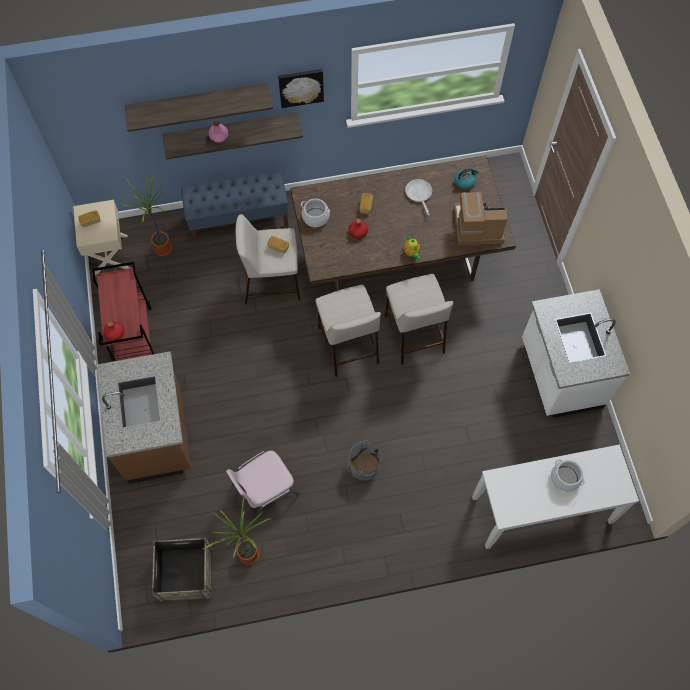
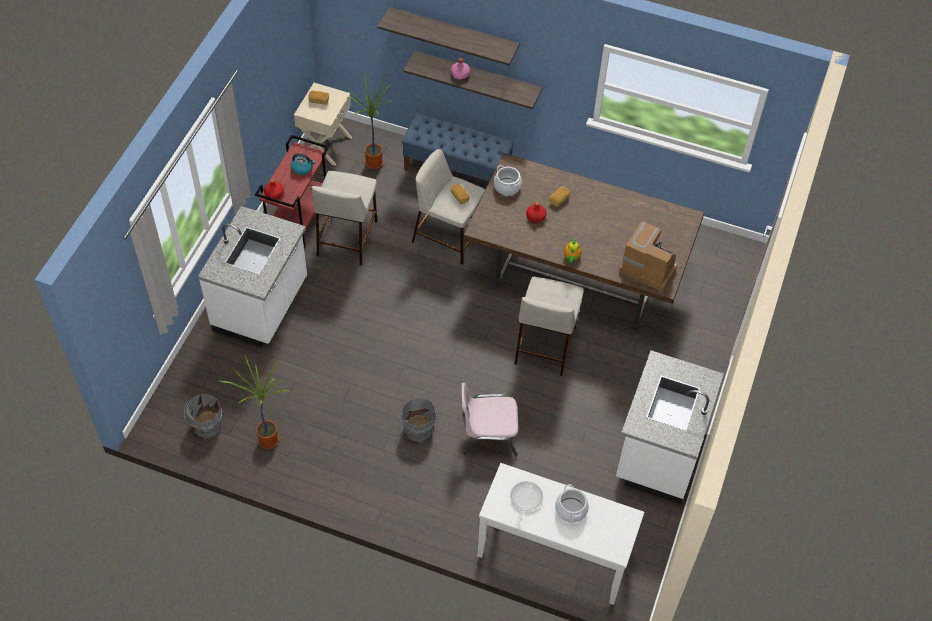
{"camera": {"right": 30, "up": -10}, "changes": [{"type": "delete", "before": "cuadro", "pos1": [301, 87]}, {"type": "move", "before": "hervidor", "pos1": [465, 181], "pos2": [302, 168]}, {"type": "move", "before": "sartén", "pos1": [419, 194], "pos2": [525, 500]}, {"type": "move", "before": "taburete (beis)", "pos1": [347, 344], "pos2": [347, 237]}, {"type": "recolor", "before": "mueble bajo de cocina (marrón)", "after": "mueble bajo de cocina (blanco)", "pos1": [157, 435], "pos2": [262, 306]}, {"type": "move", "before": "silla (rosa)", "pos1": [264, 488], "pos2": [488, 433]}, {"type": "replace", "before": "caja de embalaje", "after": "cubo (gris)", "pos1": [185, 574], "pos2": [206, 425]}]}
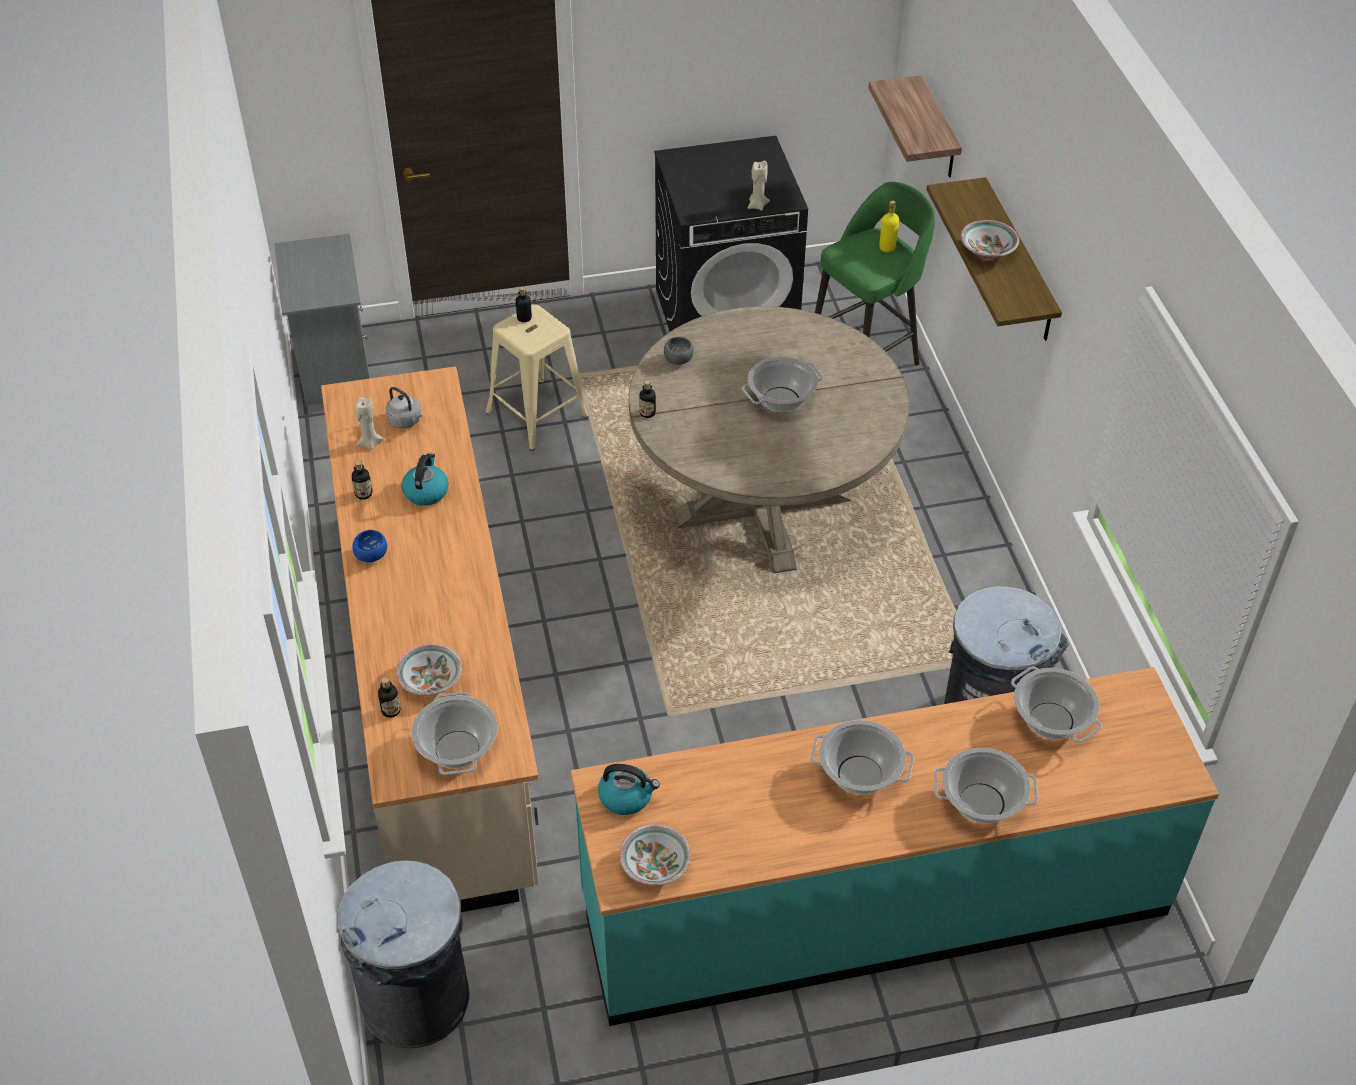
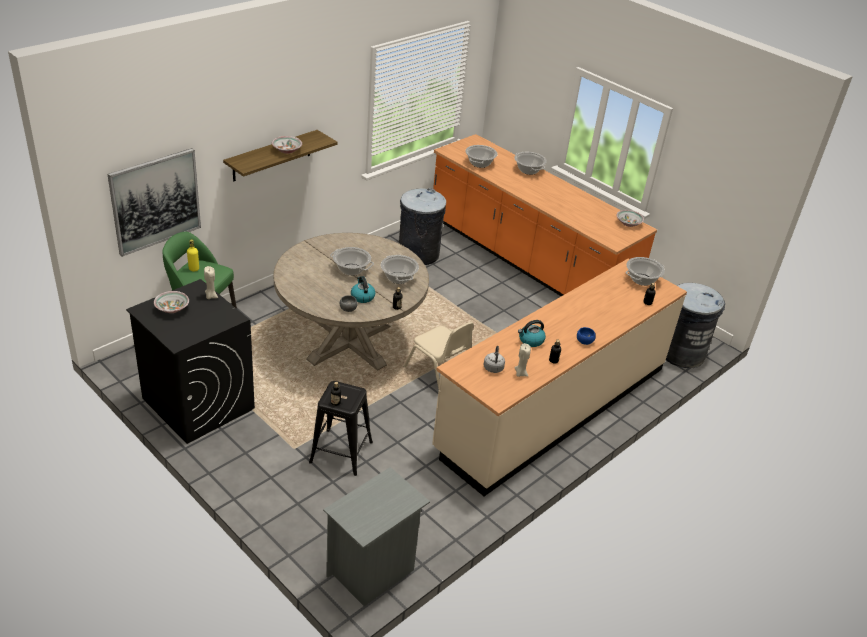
{"camera": {"right": -125, "up": -10}, "changes": [{"type": "replace", "before": "estante", "after": "cuadro", "pos1": [938, 130], "pos2": [155, 201]}, {"type": "recolor", "before": "taburete (beis)", "after": "taburete (negro)", "pos1": [537, 414], "pos2": [341, 452]}, {"type": "move", "before": "cuenco", "pos1": [430, 681], "pos2": [172, 308]}, {"type": "recolor", "before": "mueble bajo de cocina (turquesa)", "after": "mueble bajo de cocina (naranja)", "pos1": [873, 904], "pos2": [527, 261]}, {"type": "move", "before": "olla", "pos1": [859, 775], "pos2": [399, 278]}, {"type": "move", "before": "hervidor", "pos1": [626, 796], "pos2": [362, 297]}, {"type": "insert", "after": "silla (beis)", "pos2": [438, 373]}]}
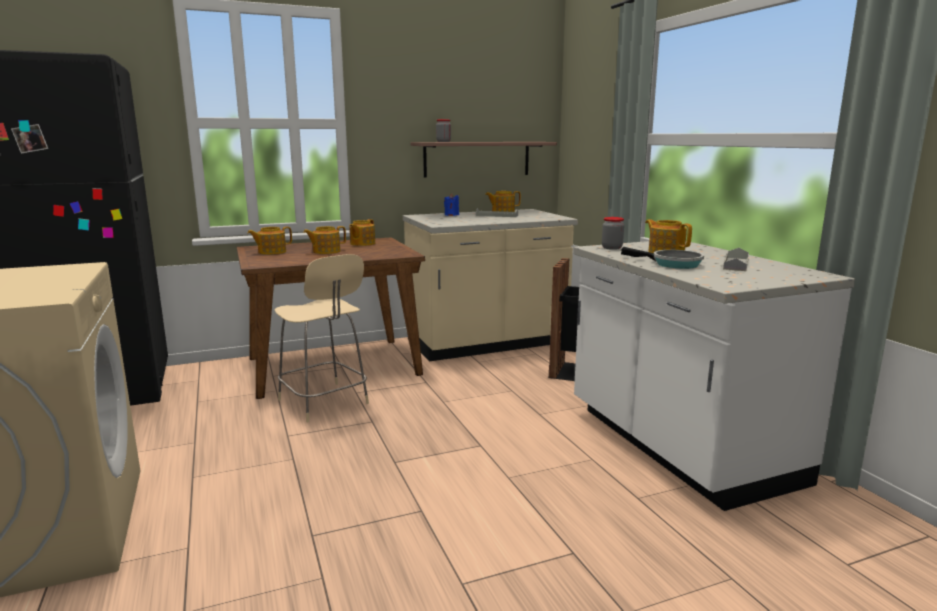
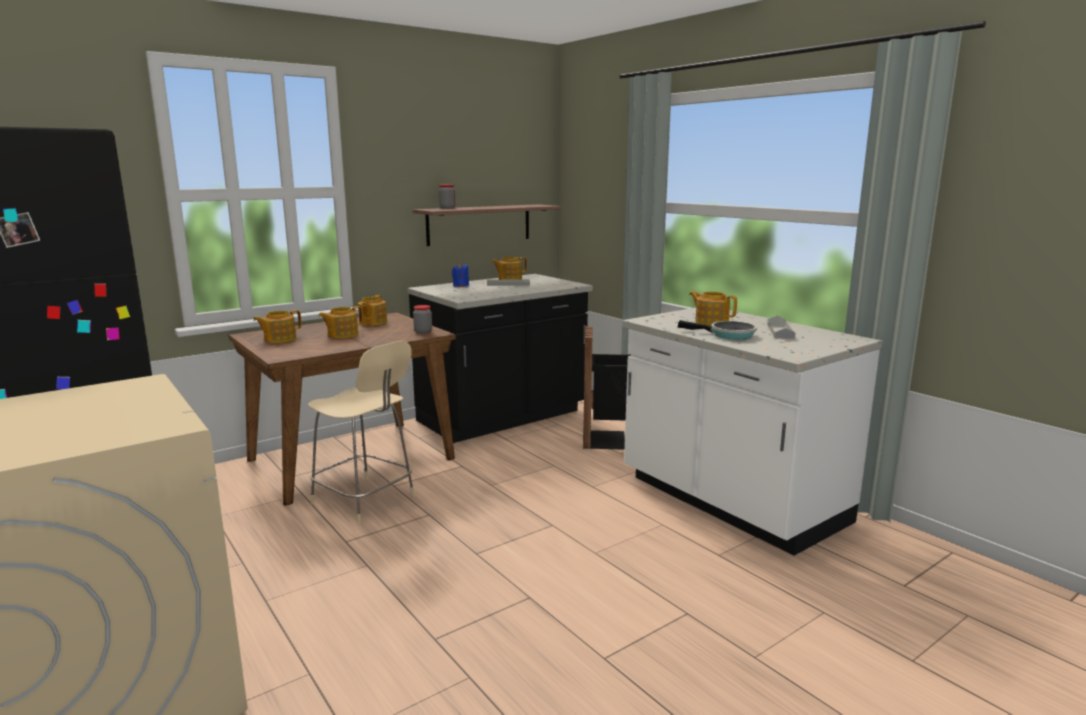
{"camera": {"right": -15, "up": 0}, "changes": [{"type": "recolor", "before": "mueble bajo de cocina (beis)", "after": "mueble bajo de cocina (negro)", "pos1": [487, 343], "pos2": [503, 417]}, {"type": "move", "before": "tarro", "pos1": [611, 248], "pos2": [423, 332]}]}
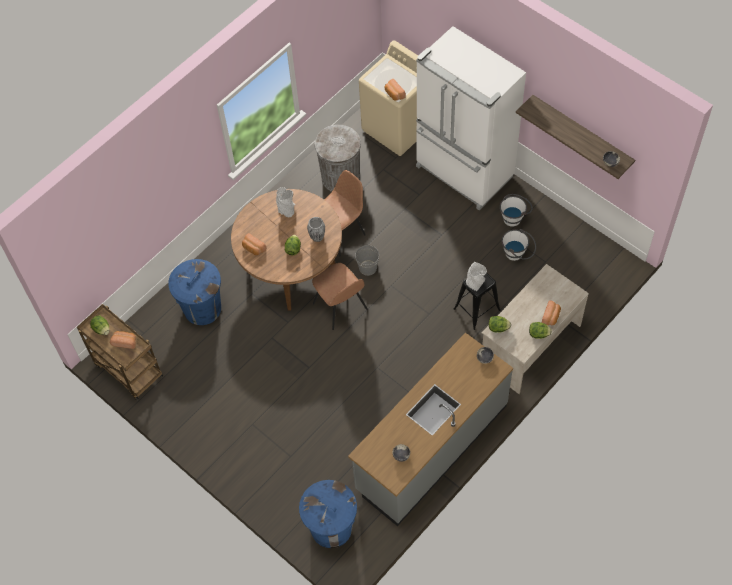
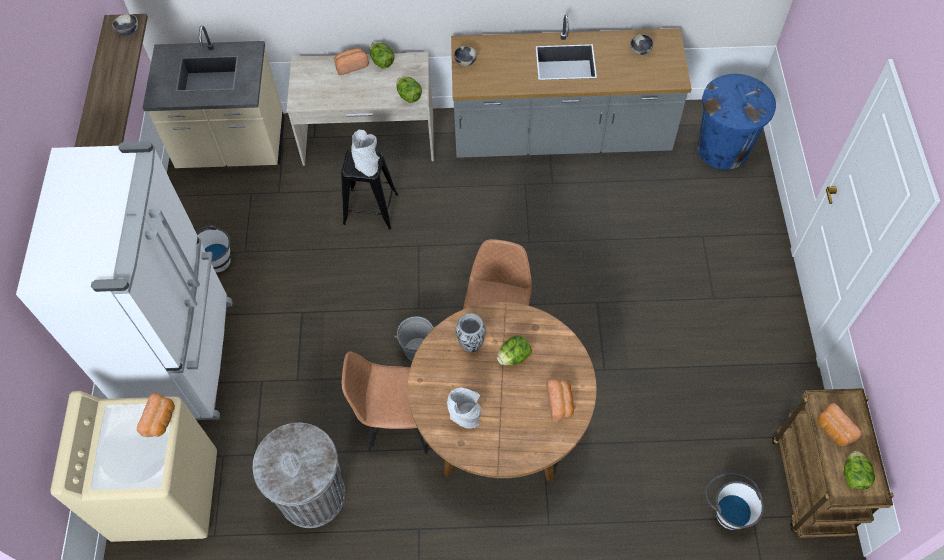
{"camera": {"right": -135, "up": 0}, "changes": [{"type": "move", "before": "cubo (blanco)", "pos1": [517, 254], "pos2": [727, 508]}, {"type": "delete", "before": "papelera (azul)", "pos1": [202, 308]}, {"type": "insert", "after": "mueble bajo de cocina (beis)", "pos2": [232, 147]}]}
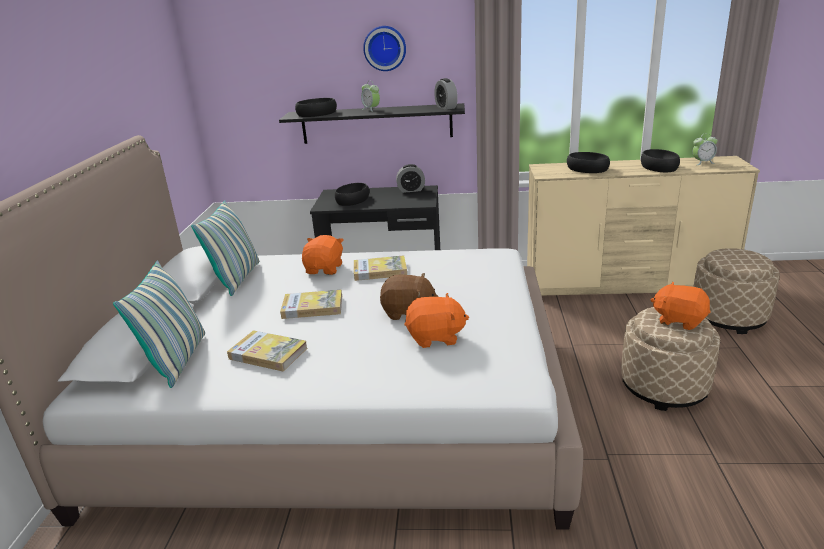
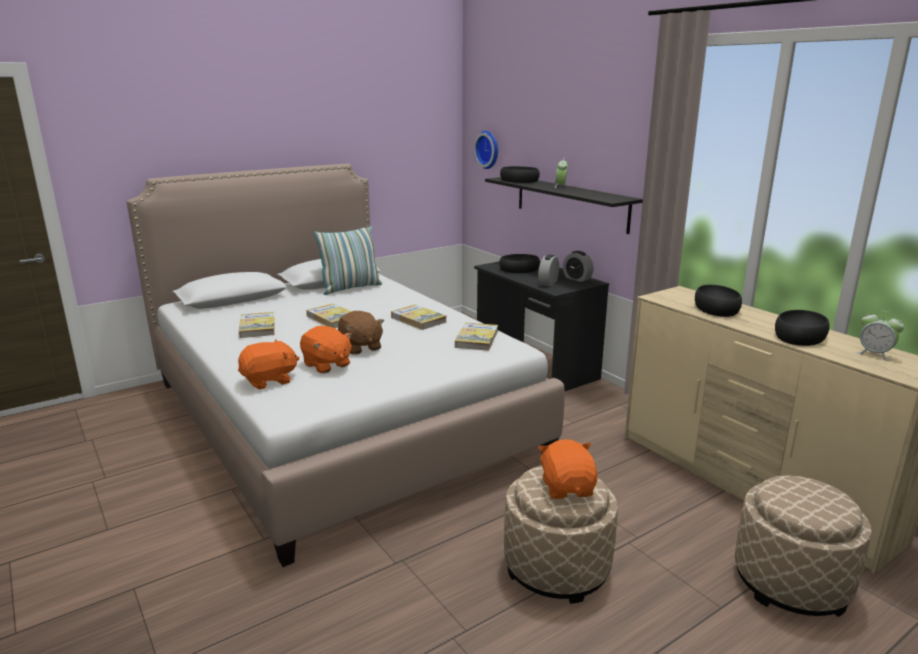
{"camera": {"right": 50, "up": -5}, "changes": [{"type": "move", "before": "reloj de pared", "pos1": [385, 48], "pos2": [488, 149]}, {"type": "move", "before": "despertador", "pos1": [446, 107], "pos2": [548, 283]}, {"type": "move", "before": "peluche (naranja)", "pos1": [325, 269], "pos2": [269, 380]}, {"type": "delete", "before": "cojín", "pos1": [177, 360]}, {"type": "insert", "after": "libro", "pos2": [477, 339]}]}
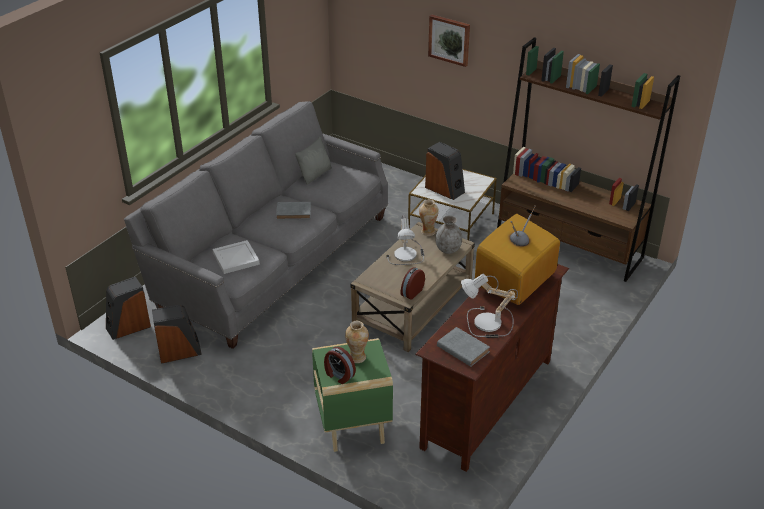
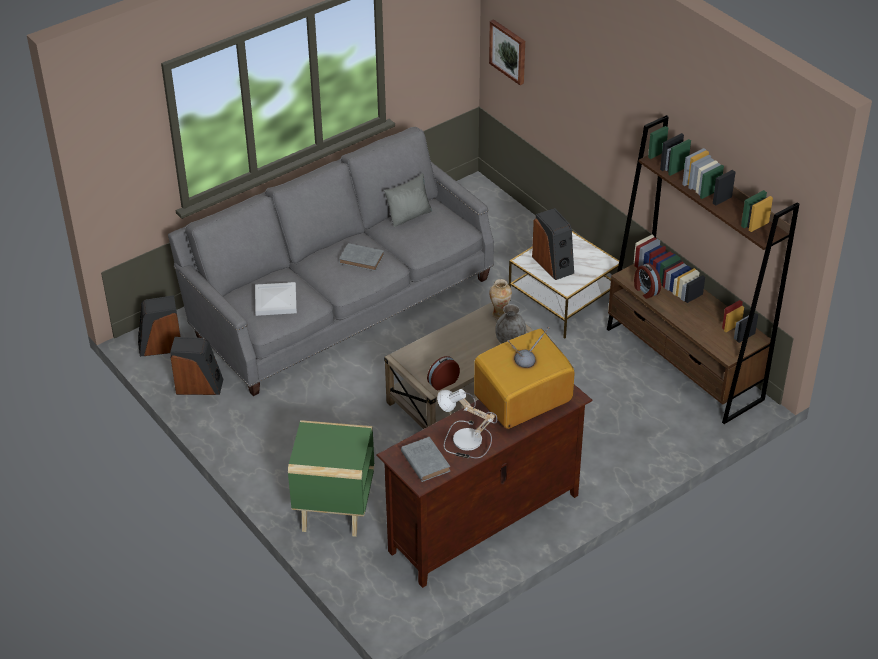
{"camera": {"right": 20, "up": 5}, "changes": [{"type": "move", "before": "cuadro", "pos1": [449, 39], "pos2": [508, 51]}, {"type": "delete", "before": "lámpara de mesa", "pos1": [407, 255]}, {"type": "delete", "before": "florero", "pos1": [357, 357]}, {"type": "move", "before": "despertador", "pos1": [339, 375], "pos2": [645, 291]}]}
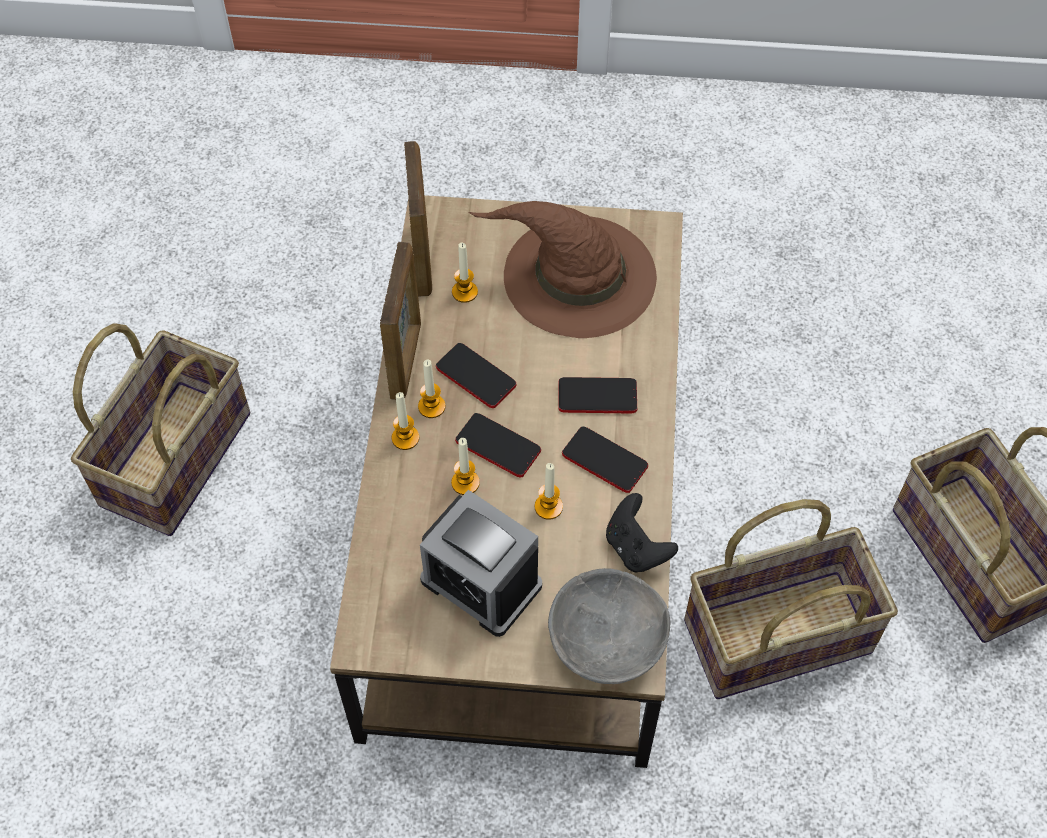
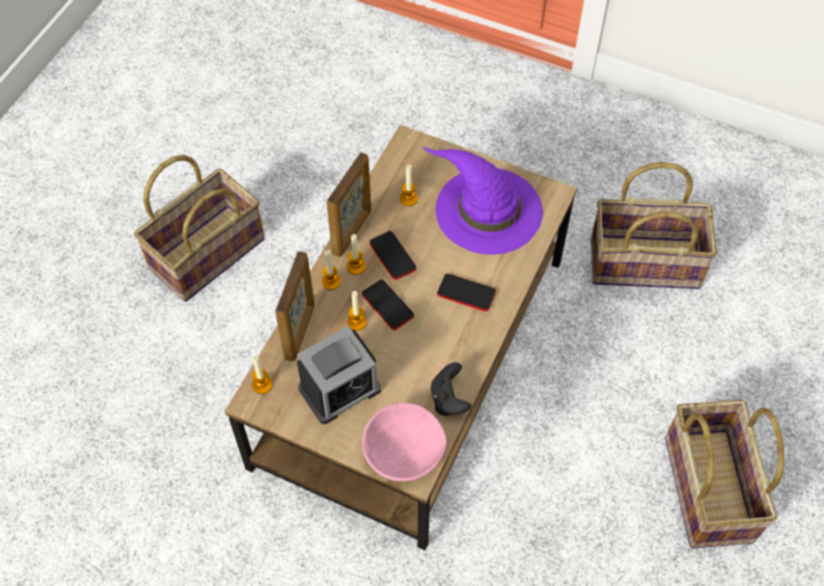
{"camera": {"right": 20, "up": 0}, "changes": [{"type": "move", "before": "portarretratos", "pos1": [422, 259], "pos2": [300, 331]}, {"type": "recolor", "before": "sombrero (marrón)", "after": "sombrero (morado)", "pos1": [577, 276], "pos2": [487, 210]}, {"type": "delete", "before": "móvil", "pos1": [604, 460]}, {"type": "move", "before": "vela", "pos1": [548, 507], "pos2": [262, 385]}, {"type": "rotate", "before": "despertador", "pos1": [481, 582], "pos2": [340, 389], "turn": -90}, {"type": "move", "before": "cesta", "pos1": [777, 633], "pos2": [645, 261]}, {"type": "recolor", "before": "cuenco (gris)", "after": "cuenco (rosa)", "pos1": [606, 643], "pos2": [403, 454]}]}
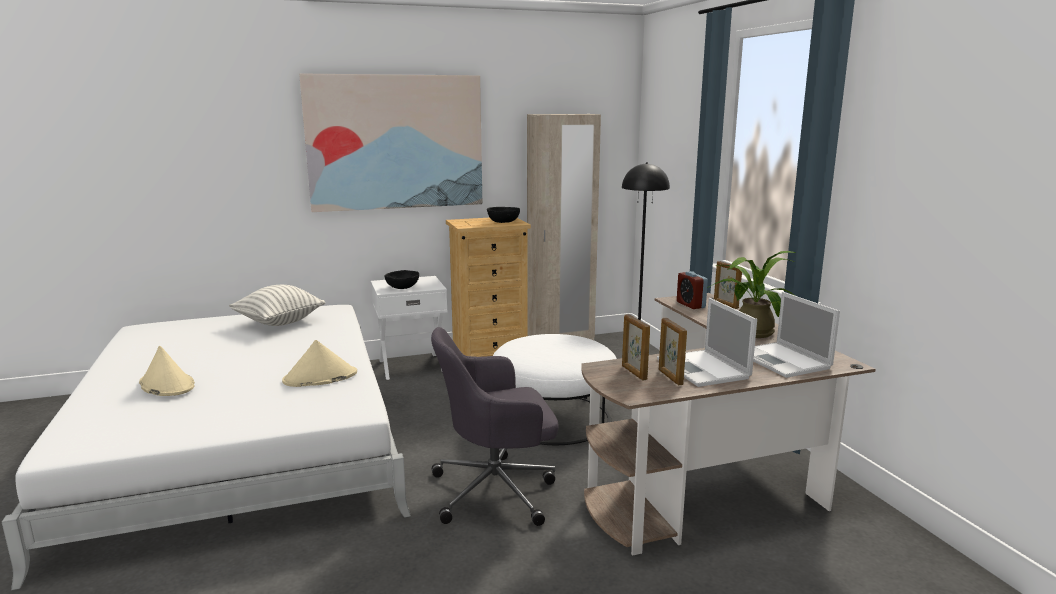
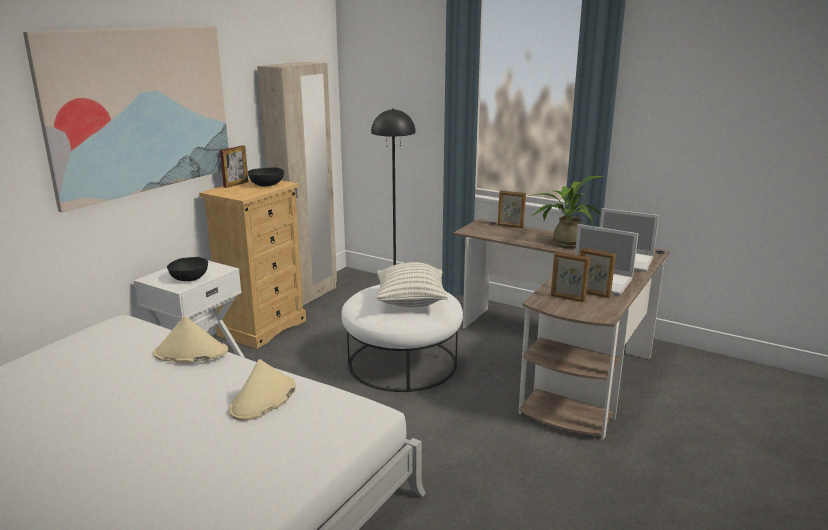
{"camera": {"right": -40, "up": 5}, "changes": [{"type": "delete", "before": "despertador", "pos1": [690, 305]}, {"type": "move", "before": "cojín", "pos1": [279, 322], "pos2": [411, 302]}, {"type": "delete", "before": "silla de oficina (gris)", "pos1": [497, 490]}, {"type": "move", "before": "sombrero (beis)", "pos1": [166, 385], "pos2": [190, 353]}, {"type": "insert", "after": "portarretratos", "pos2": [236, 184]}]}
